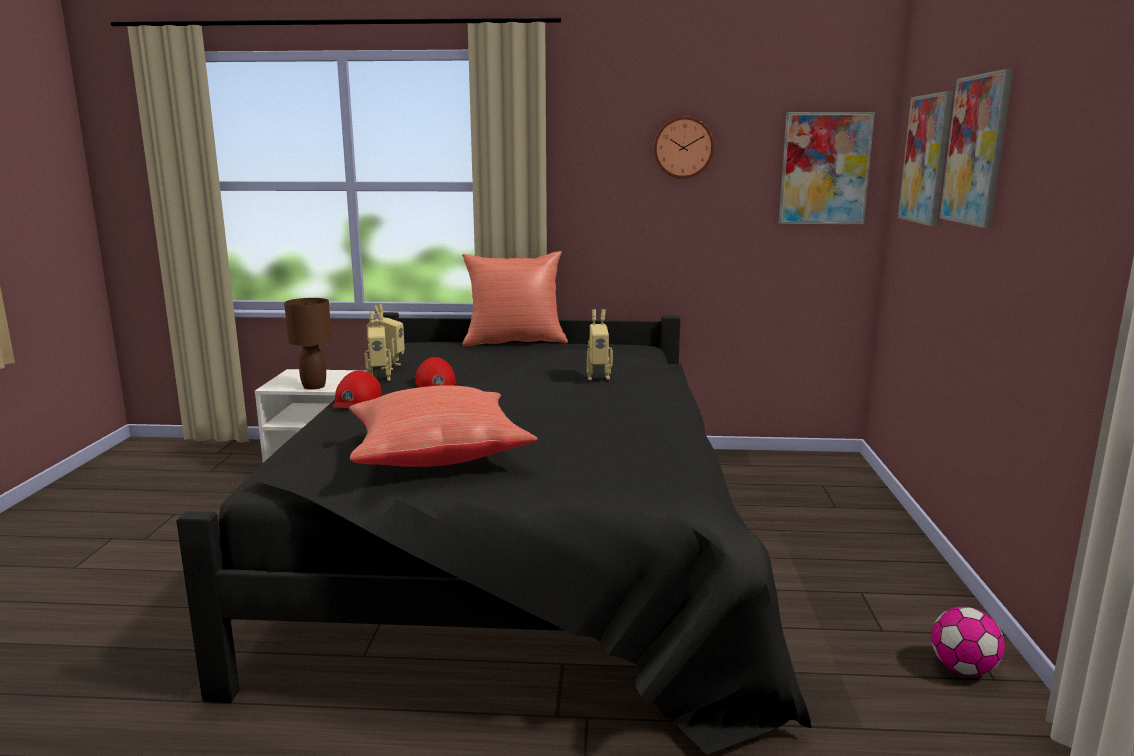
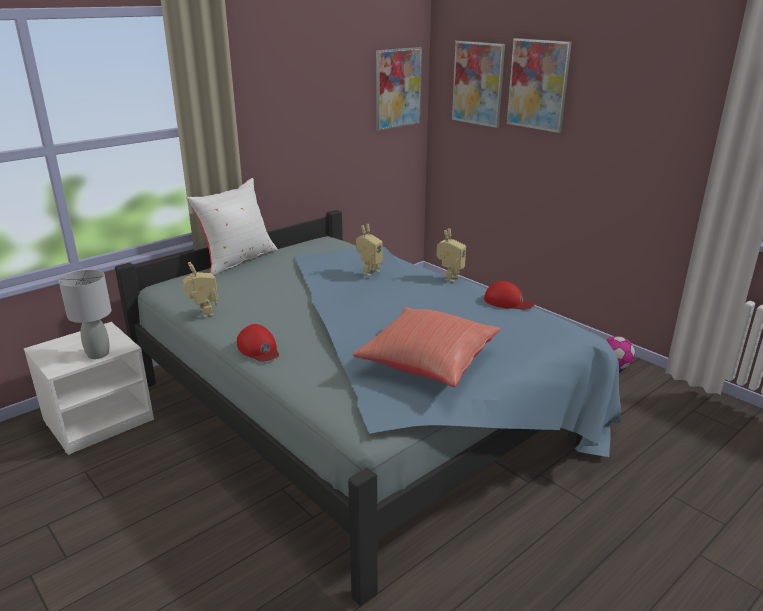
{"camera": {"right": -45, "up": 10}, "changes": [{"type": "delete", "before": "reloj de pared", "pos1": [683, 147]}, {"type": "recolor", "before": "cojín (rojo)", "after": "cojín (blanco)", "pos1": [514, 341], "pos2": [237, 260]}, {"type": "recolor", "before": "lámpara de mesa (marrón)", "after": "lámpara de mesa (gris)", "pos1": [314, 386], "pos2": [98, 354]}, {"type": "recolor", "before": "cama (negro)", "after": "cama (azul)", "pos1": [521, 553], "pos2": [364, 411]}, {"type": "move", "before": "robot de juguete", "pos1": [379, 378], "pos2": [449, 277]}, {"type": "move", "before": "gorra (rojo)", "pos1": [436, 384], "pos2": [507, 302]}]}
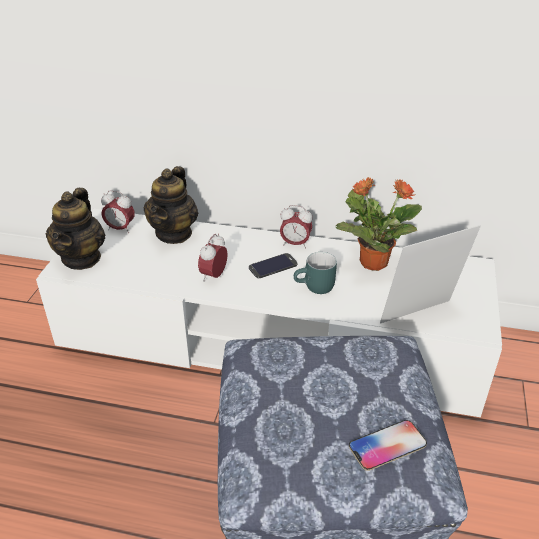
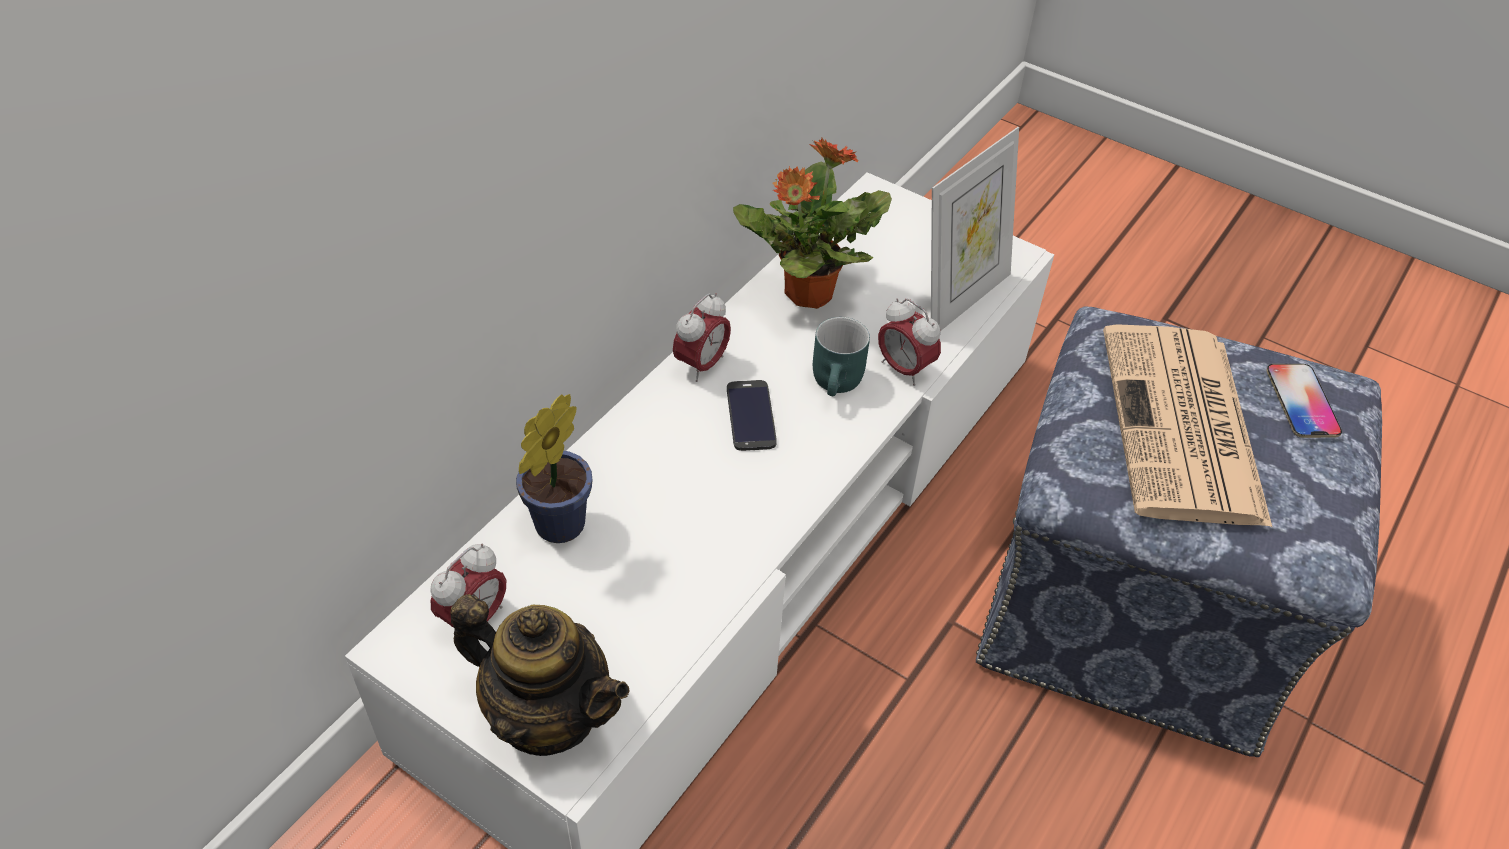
{"camera": {"right": -70, "up": 10}, "changes": [{"type": "replace", "before": "tetera", "after": "planta en maceta", "pos1": [174, 233], "pos2": [555, 529]}, {"type": "rotate", "before": "portarretratos", "pos1": [420, 316], "pos2": [960, 298], "turn": -135}, {"type": "move", "before": "despertador", "pos1": [214, 276], "pos2": [904, 369]}, {"type": "insert", "after": "periódico", "pos2": [1184, 427]}]}
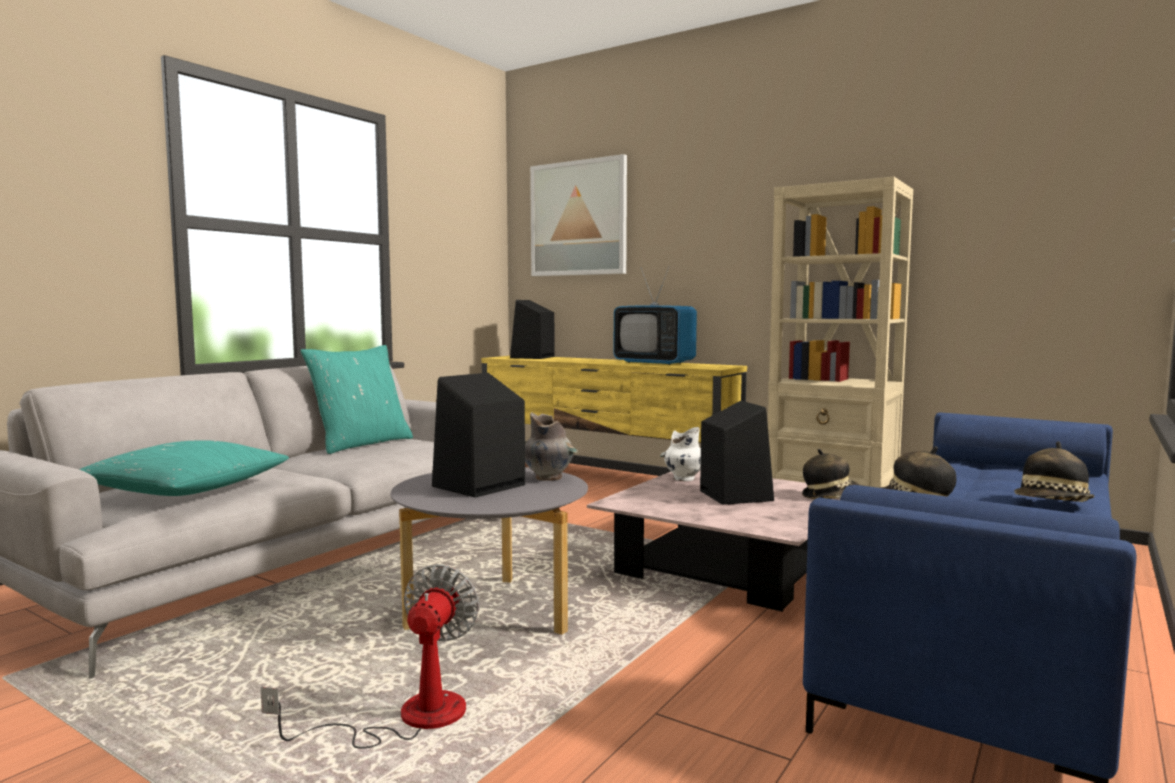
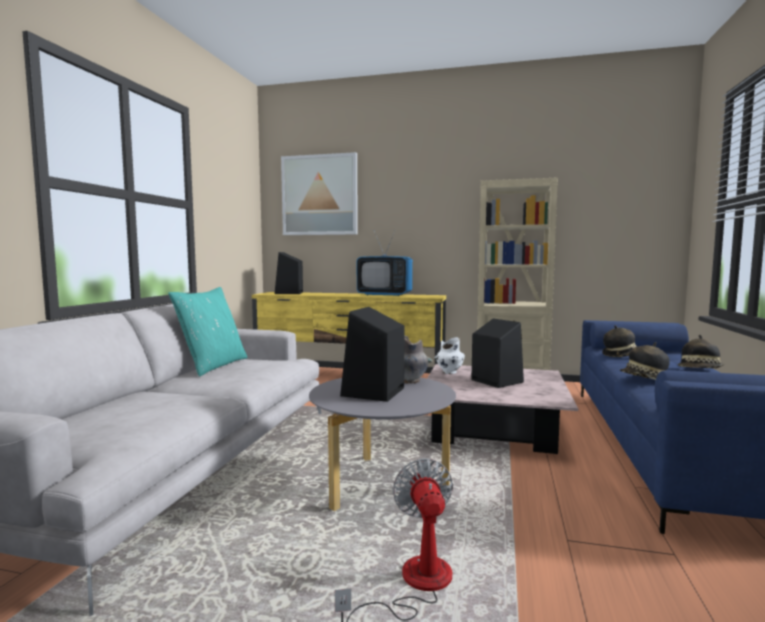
{"camera": {"right": -20, "up": 0}, "changes": [{"type": "delete", "before": "cojín (turquesa)", "pos1": [186, 490]}, {"type": "move", "before": "sombrero", "pos1": [830, 497], "pos2": [620, 355]}]}
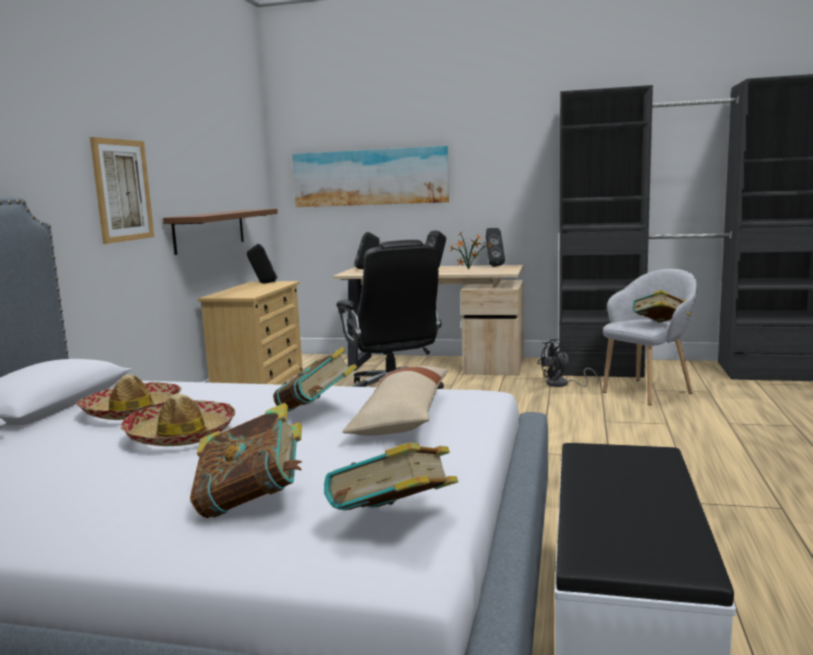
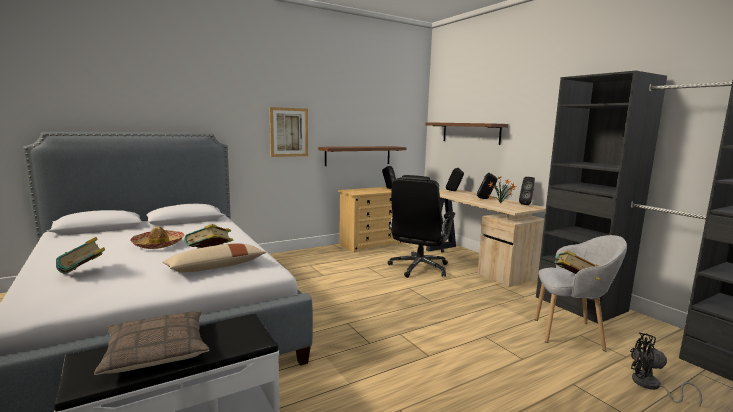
{"camera": {"right": 45, "up": 0}, "changes": [{"type": "replace", "before": "cuadro", "after": "estante (marrón)", "pos1": [370, 177], "pos2": [470, 133]}, {"type": "move", "before": "ventilador (negro)", "pos1": [562, 384], "pos2": [651, 386]}, {"type": "delete", "before": "sombrero", "pos1": [132, 411]}, {"type": "delete", "before": "libro", "pos1": [394, 524]}, {"type": "insert", "after": "cojín", "pos2": [157, 351]}]}
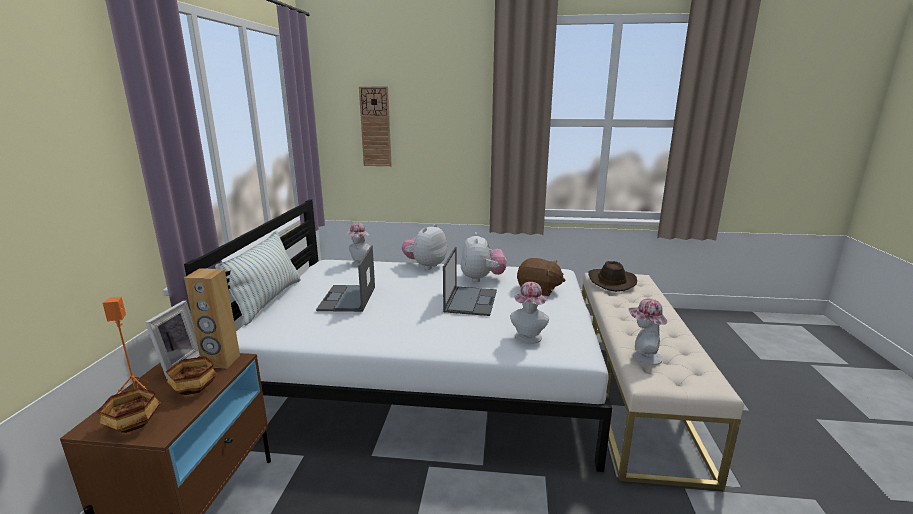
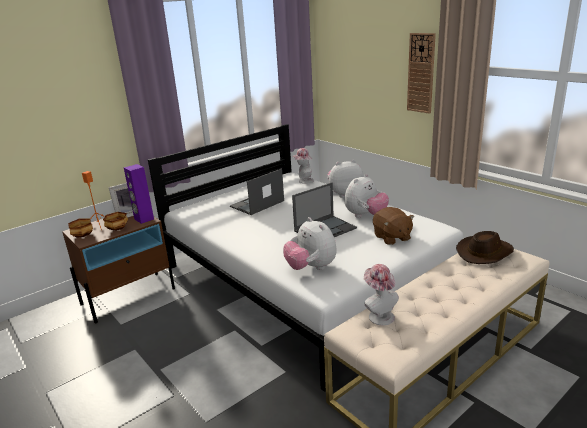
{"camera": {"right": 45, "up": 5}, "changes": [{"type": "move", "before": "reloj de pared", "pos1": [375, 127], "pos2": [421, 73]}, {"type": "delete", "before": "cojín", "pos1": [268, 300]}, {"type": "recolor", "before": "altavoz (marrón)", "after": "altavoz (morado)", "pos1": [221, 361], "pos2": [144, 219]}, {"type": "replace", "before": "sombrero", "after": "peluche", "pos1": [528, 339], "pos2": [311, 268]}]}
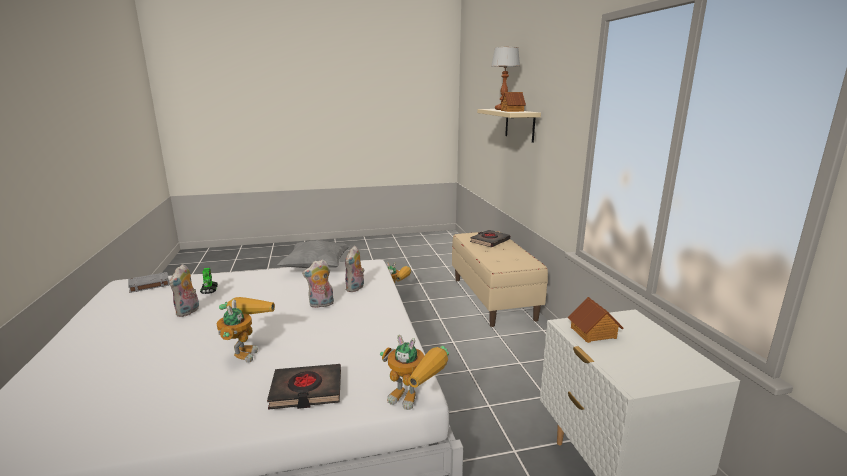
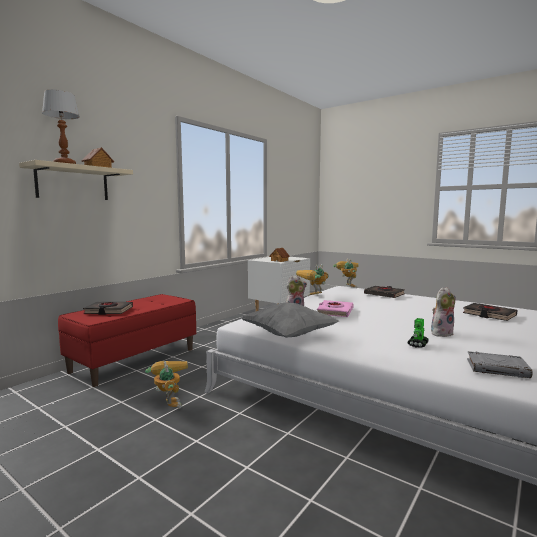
{"camera": {"right": -130, "up": -10}, "changes": [{"type": "recolor", "before": "banco (beis)", "after": "banco (rojo)", "pos1": [493, 298], "pos2": [134, 360]}, {"type": "replace", "before": "peluche", "after": "libro (rosa)", "pos1": [321, 305], "pos2": [335, 312]}, {"type": "move", "before": "robot de juguete", "pos1": [245, 350], "pos2": [313, 296]}, {"type": "insert", "after": "libro (negro)", "pos2": [489, 315]}]}
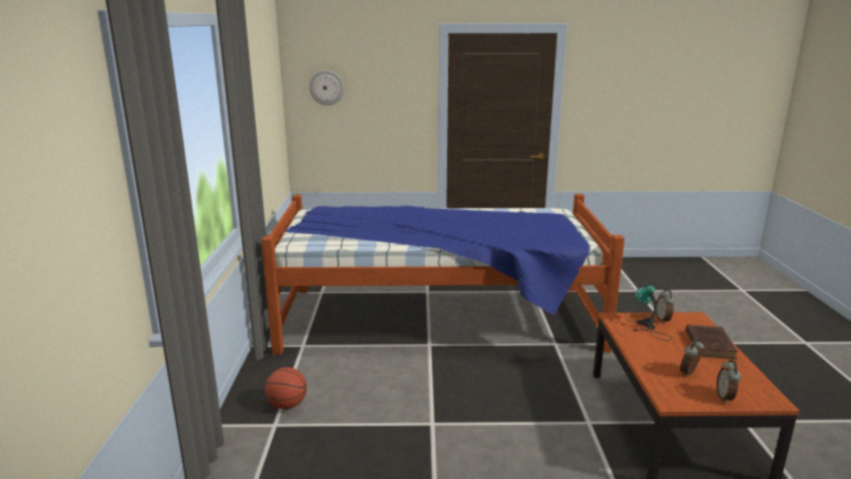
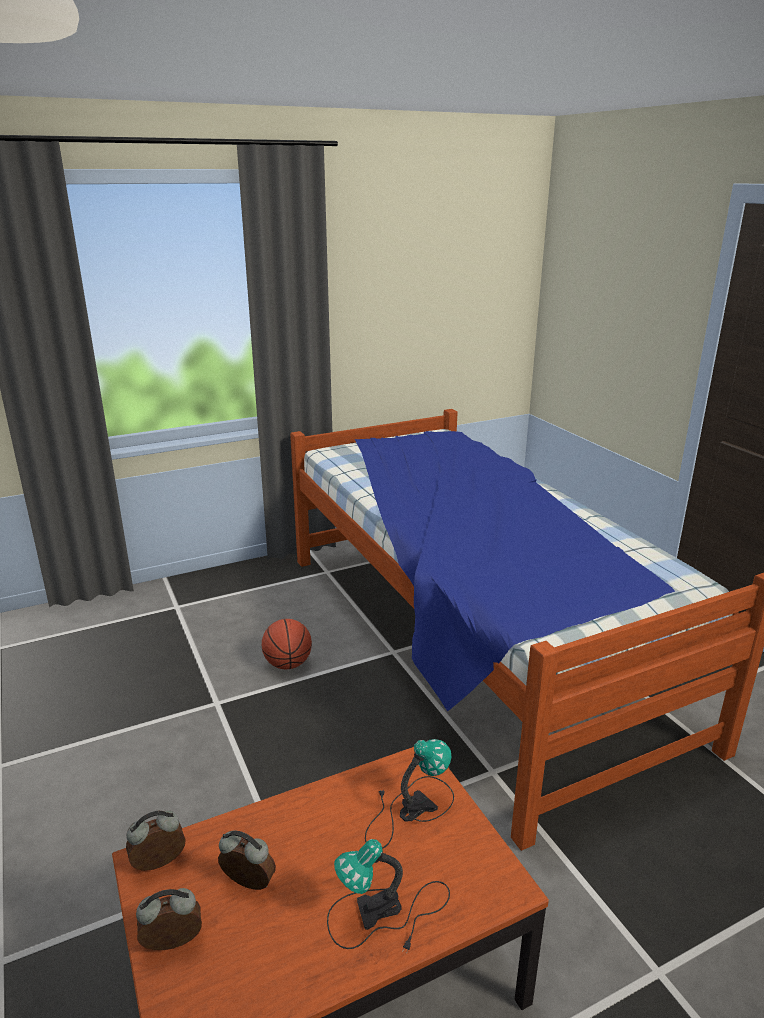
{"camera": {"right": 65, "up": 5}, "changes": [{"type": "delete", "before": "reloj de pared", "pos1": [326, 87]}, {"type": "move", "before": "despertador", "pos1": [663, 320], "pos2": [160, 865]}, {"type": "replace", "before": "libro (marrón)", "after": "lámpara de mesa", "pos1": [709, 344], "pos2": [386, 914]}, {"type": "move", "before": "balón de baloncesto", "pos1": [287, 405], "pos2": [287, 664]}]}
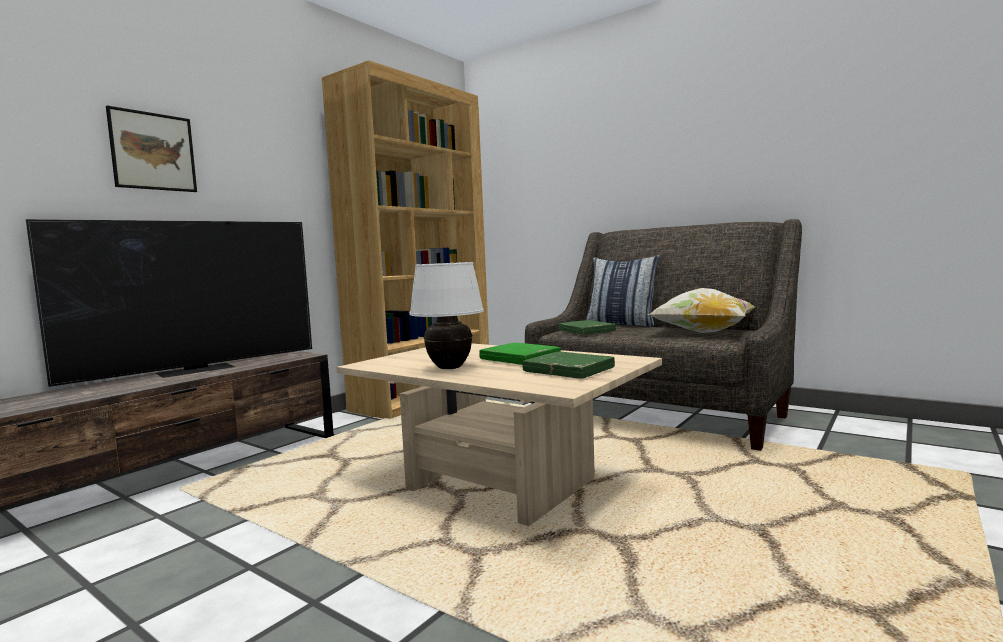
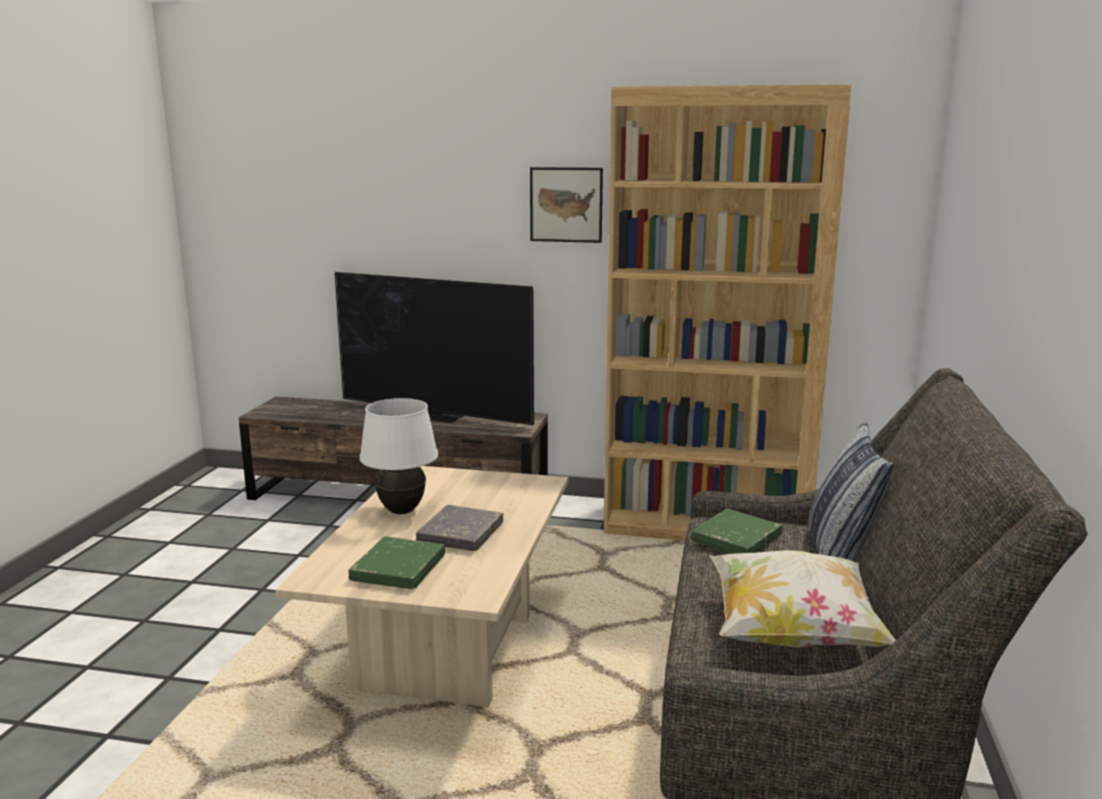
{"camera": {"right": 65, "up": 10}, "changes": [{"type": "move", "before": "cuadro", "pos1": [153, 151], "pos2": [566, 204]}, {"type": "recolor", "before": "libro (verde)", "after": "libro (gris)", "pos1": [520, 359], "pos2": [460, 533]}]}
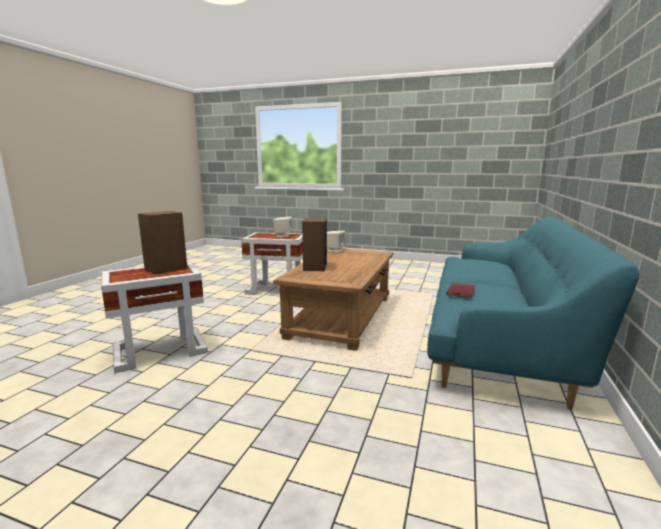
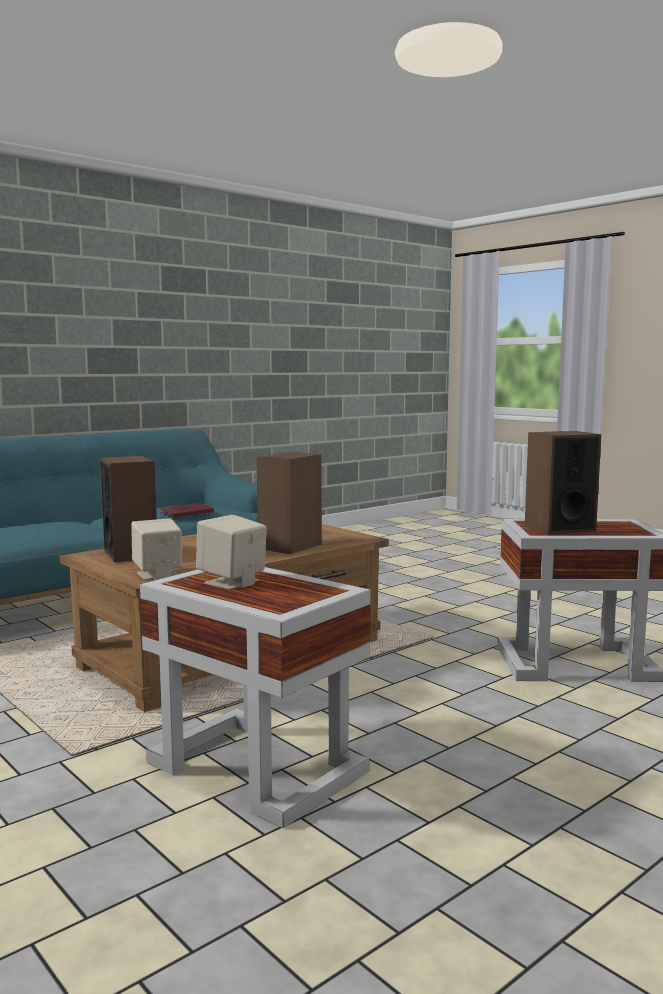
{"camera": {"right": -150, "up": -5}, "changes": [{"type": "insert", "after": "altavoz", "pos2": [131, 554]}]}
